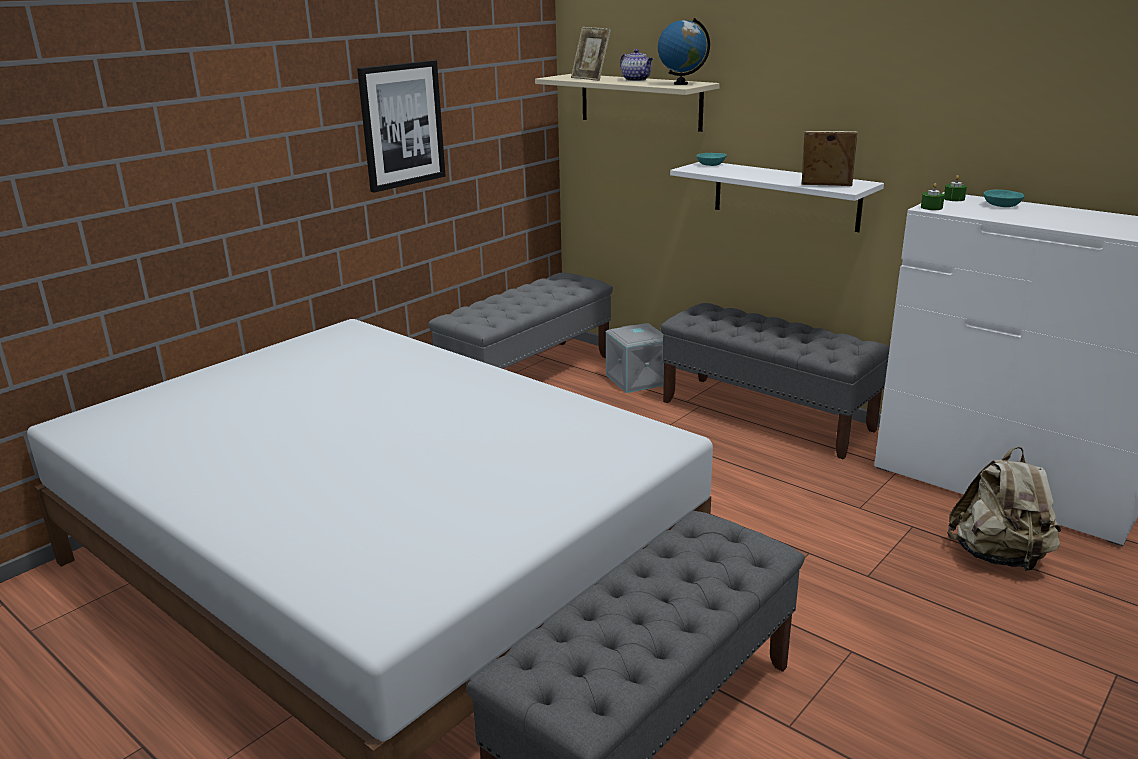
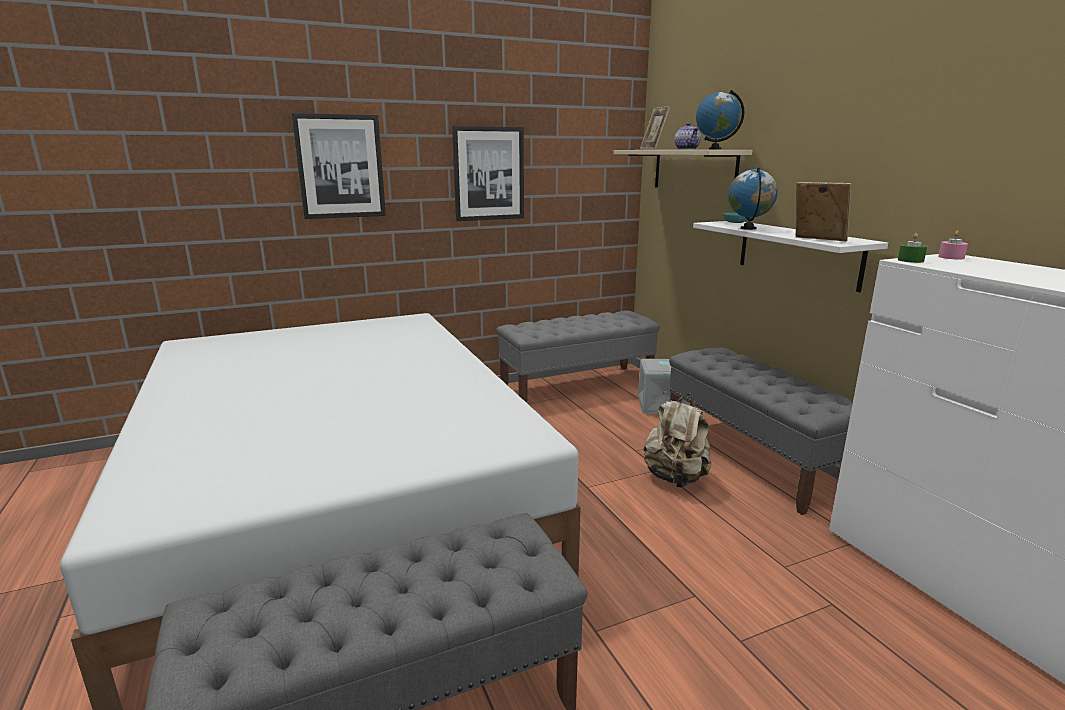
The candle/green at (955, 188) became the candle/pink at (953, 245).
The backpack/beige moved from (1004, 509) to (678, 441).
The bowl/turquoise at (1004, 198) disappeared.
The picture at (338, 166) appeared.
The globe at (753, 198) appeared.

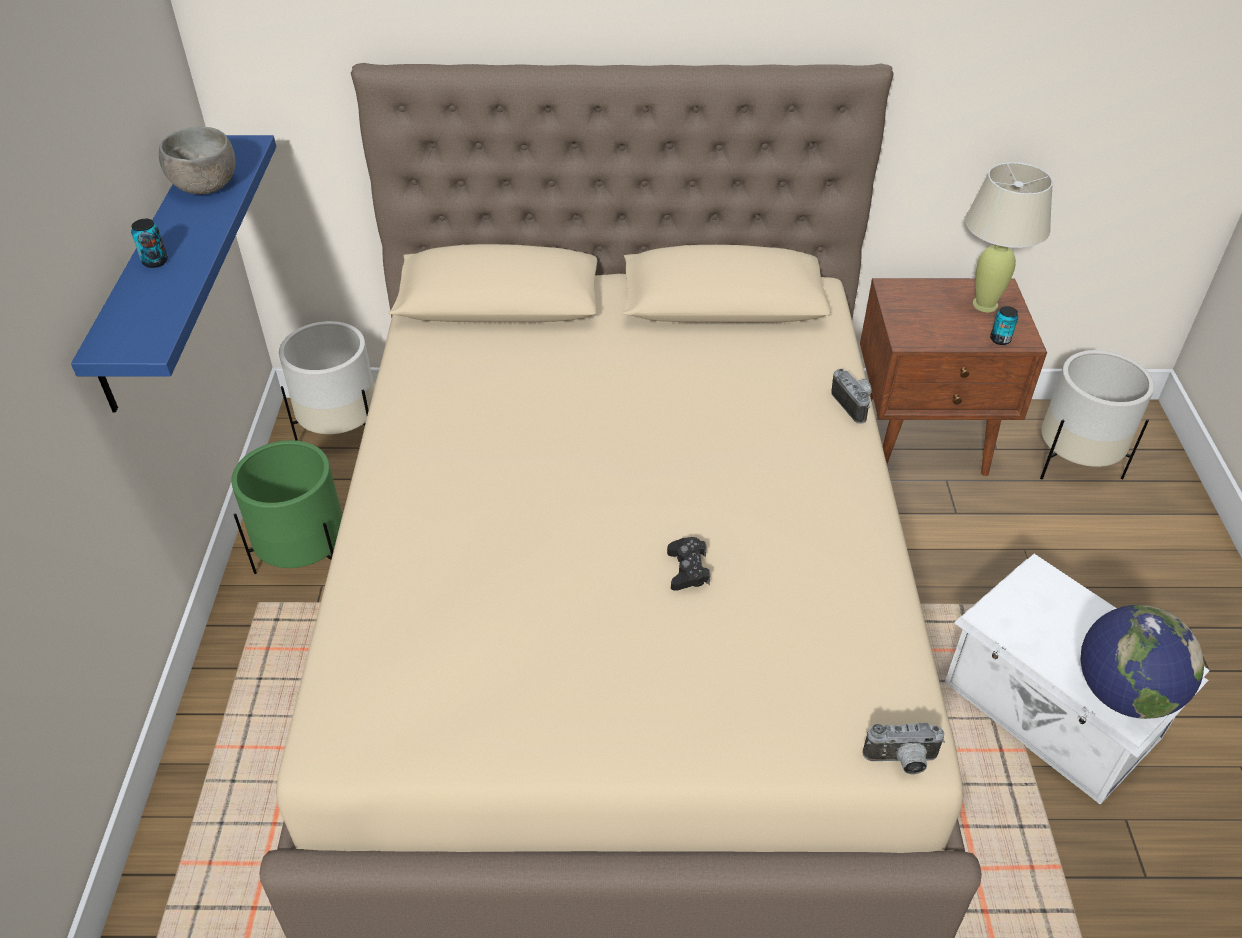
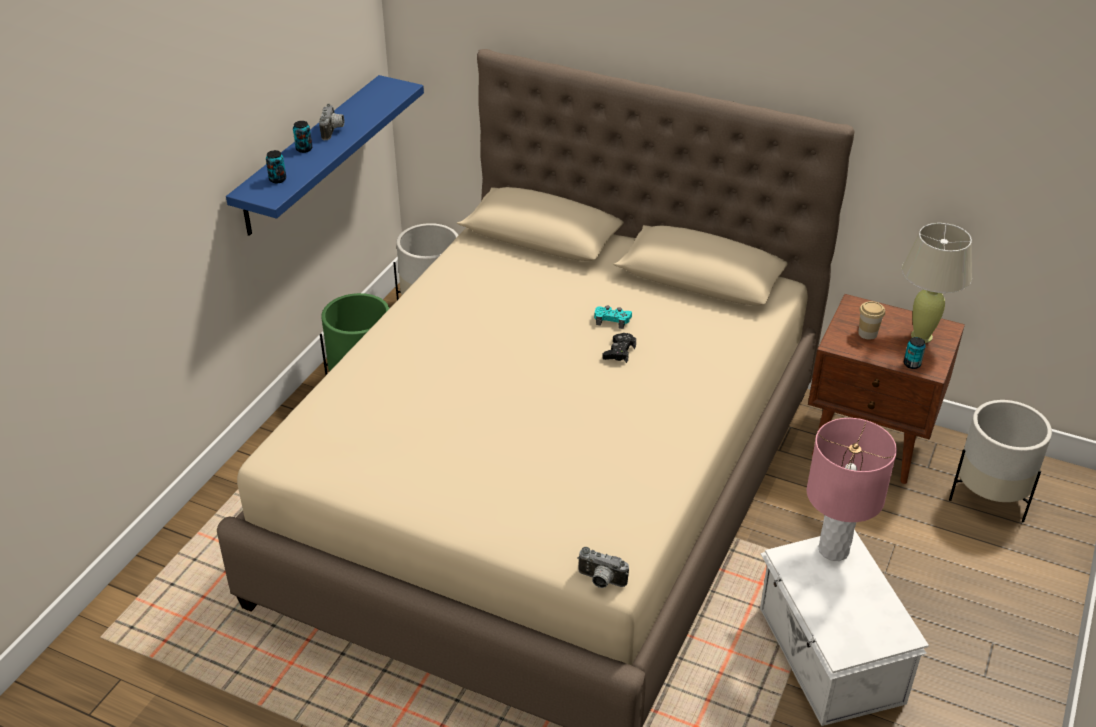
The bowl/grey at (197, 160) disappeared.
The game controller/black moved from (688, 564) to (619, 348).
The photo camera moved from (851, 396) to (331, 122).
The globe at (1142, 662) disappeared.
The can at (276, 166) appeared.
The game controller/turquoise at (613, 317) appeared.
The table lamp/pink at (851, 489) appeared.
The cup at (871, 320) appeared.

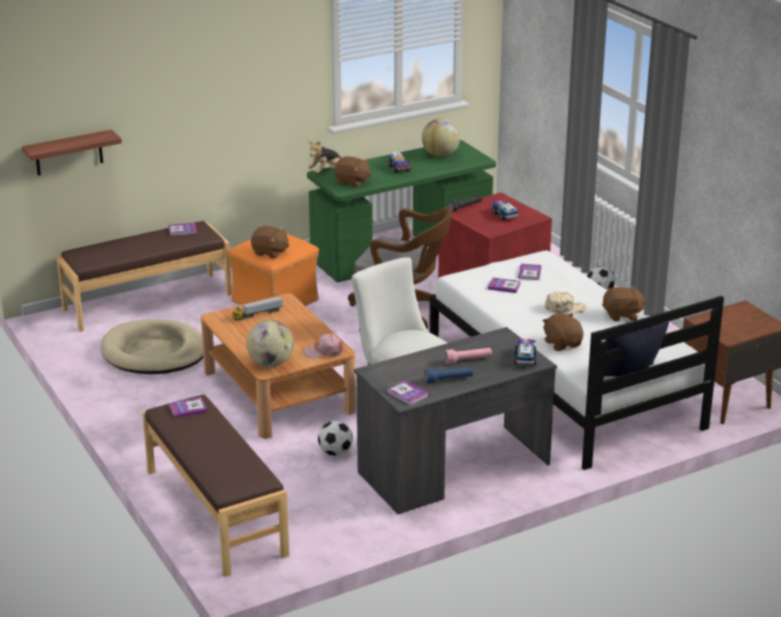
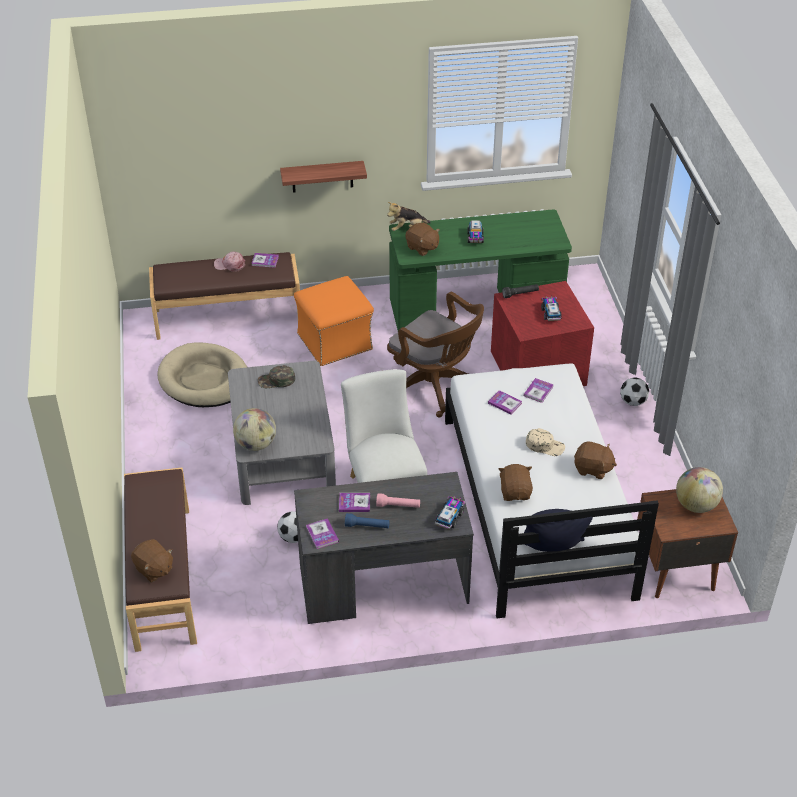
The shelf moved from (72, 153) to (323, 177).
The book moved from (188, 407) to (354, 502).
The coffee table/brown at (278, 366) became the coffee table/grey at (282, 433).
The toy truck at (258, 308) was replaced by the cap/green at (276, 376).
The plush toy/brown moved from (270, 242) to (152, 561).
The cap/pink moved from (323, 346) to (229, 261).
The globe moved from (441, 137) to (699, 490).

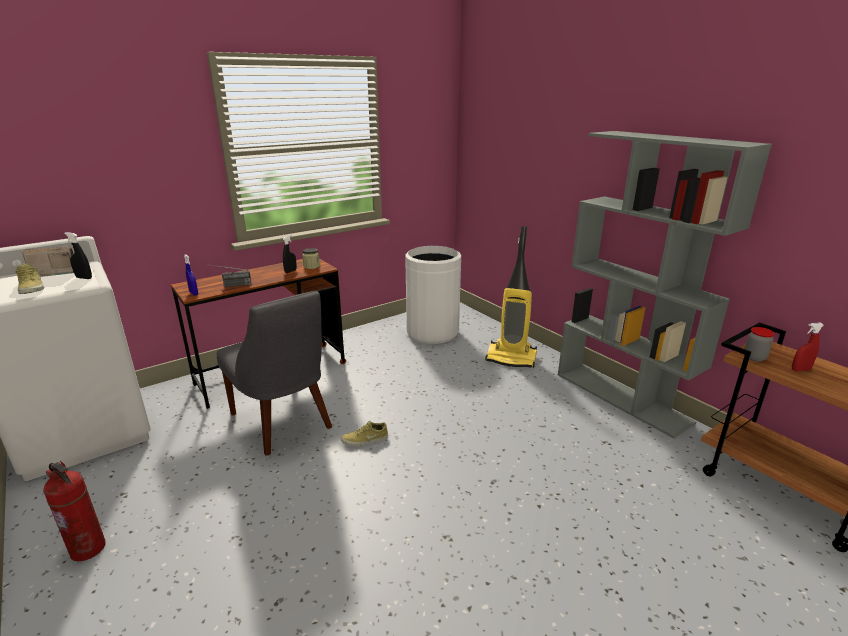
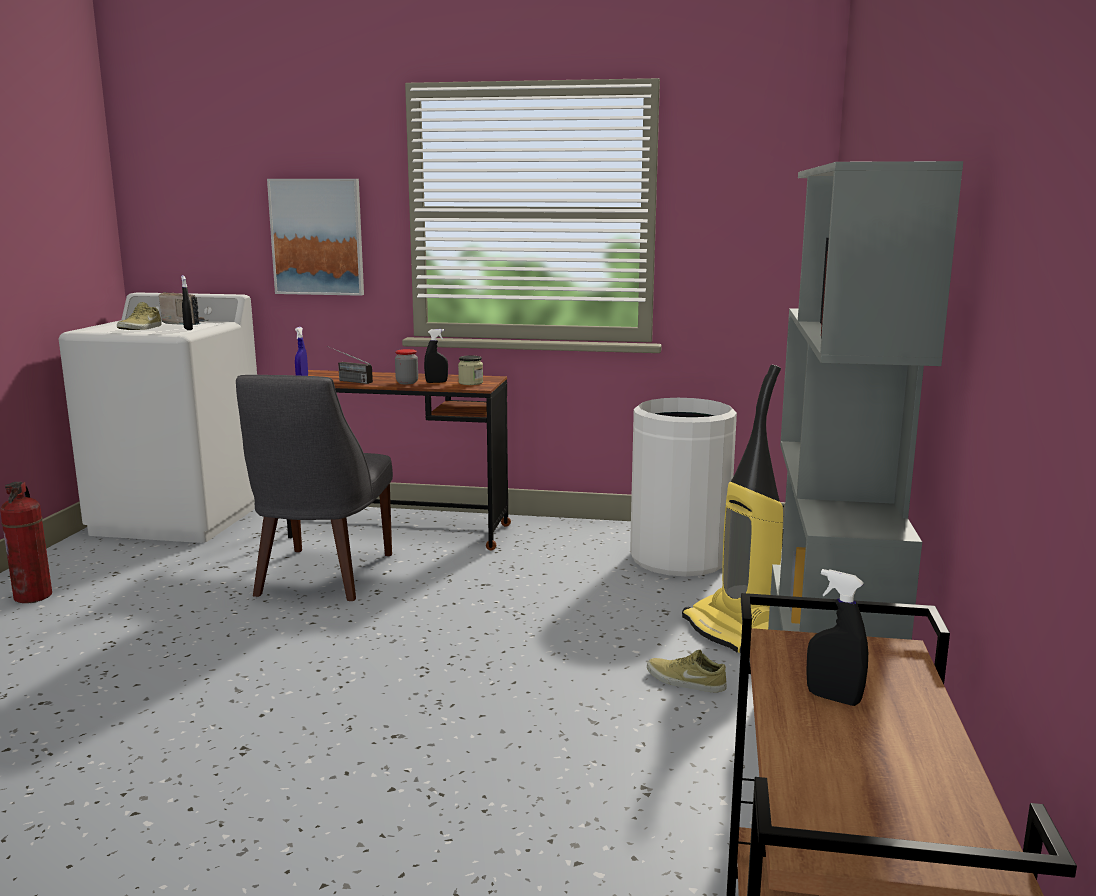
The shoe/beige moved from (364, 433) to (687, 671).
The jar moved from (759, 344) to (406, 366).
The spray bottle/red at (808, 346) became the spray bottle/black at (837, 637).
The picture at (315, 237) appeared.

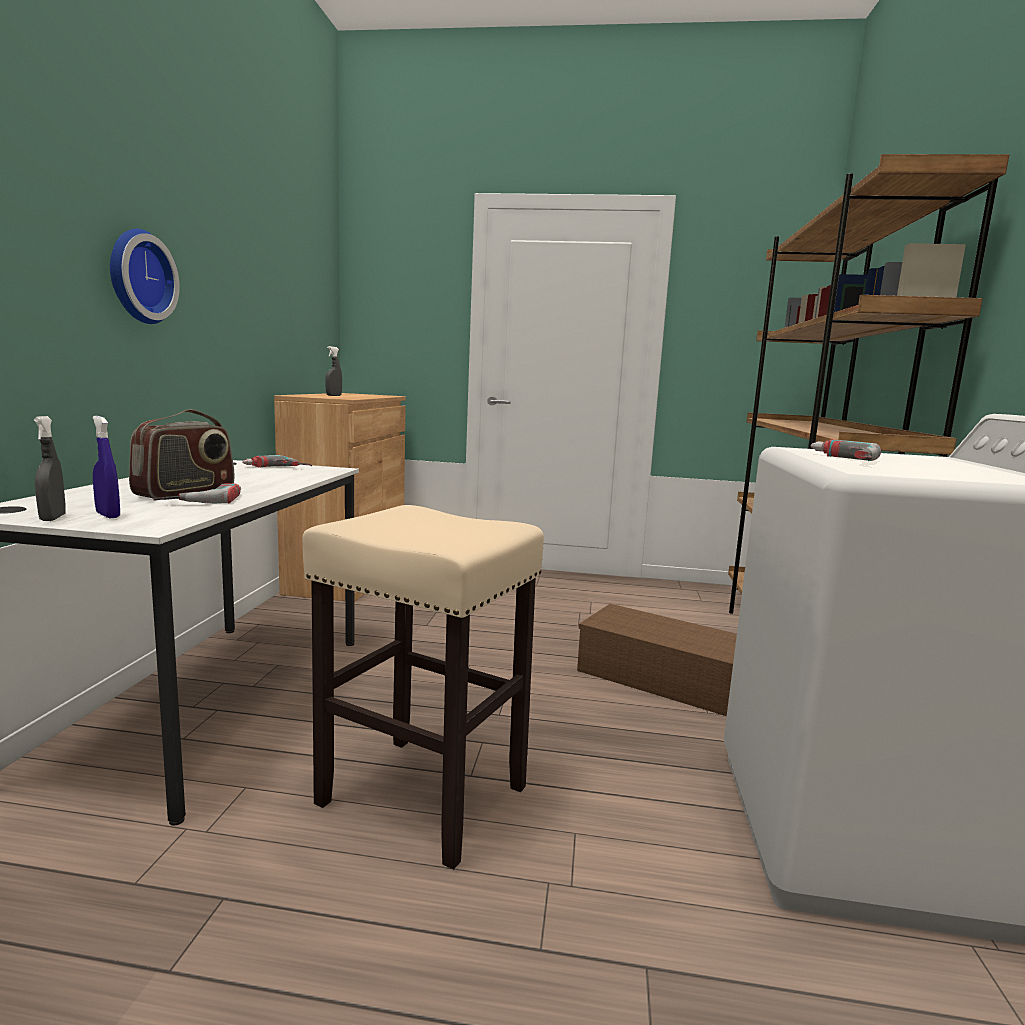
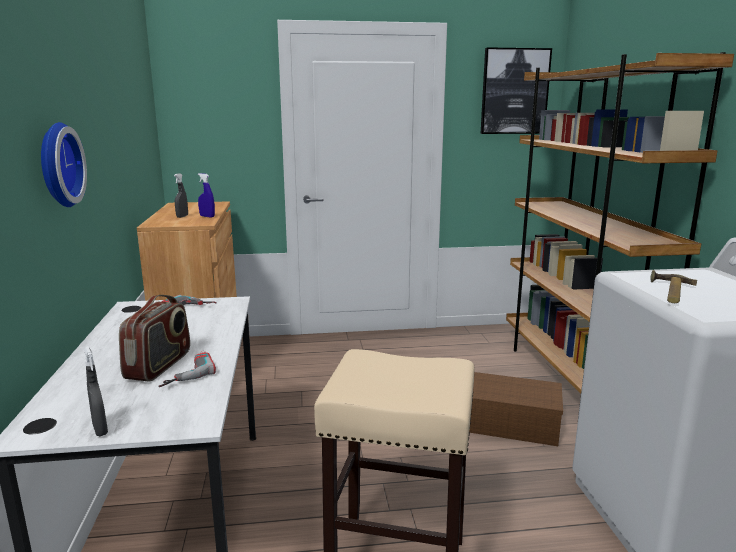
The spray bottle/blue moved from (106, 467) to (206, 195).
The power drill at (846, 450) was replaced by the hammer at (674, 286).
The picture at (516, 90) appeared.

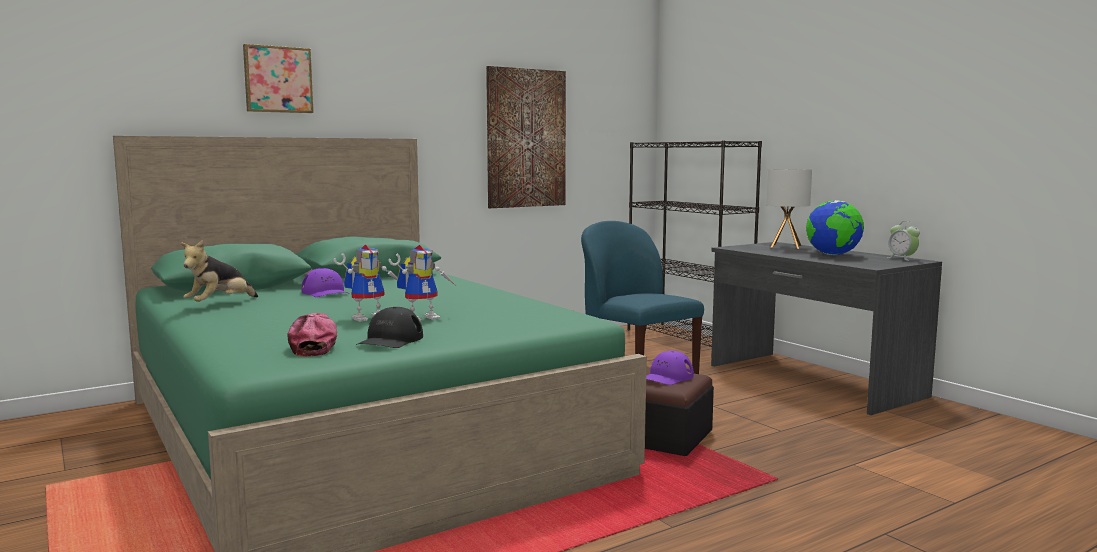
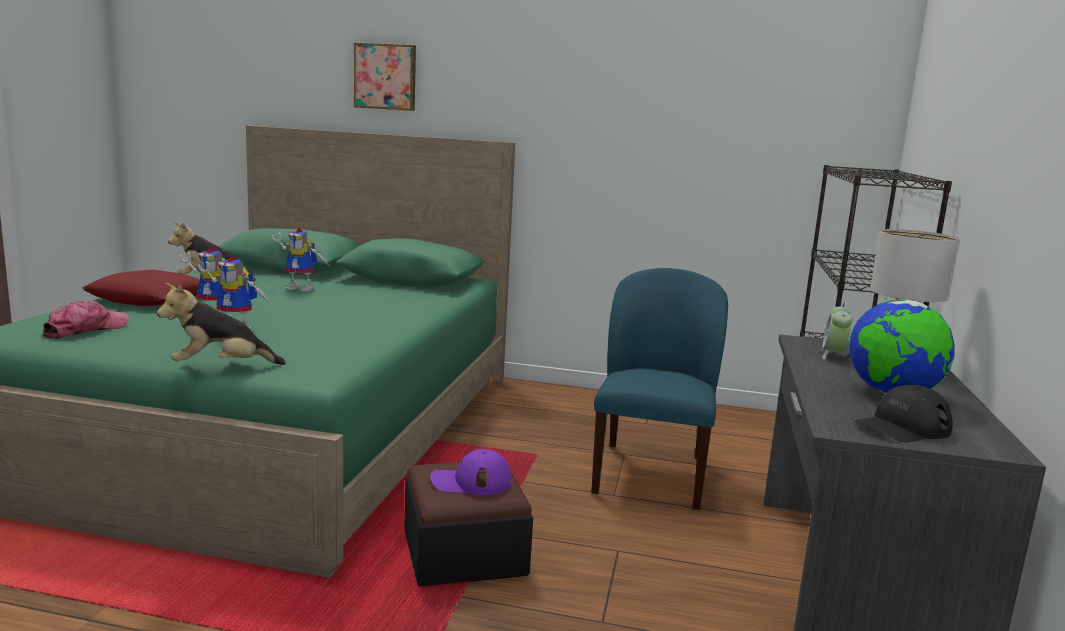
The cap/purple at (325, 282) was replaced by the toy robot at (301, 260).
The cap/black moved from (389, 327) to (903, 413).
The picture at (526, 137) disappeared.
The alarm clock moved from (903, 241) to (836, 331).
The pillow/red at (141, 287) appeared.
The plush toy at (221, 324) appeared.

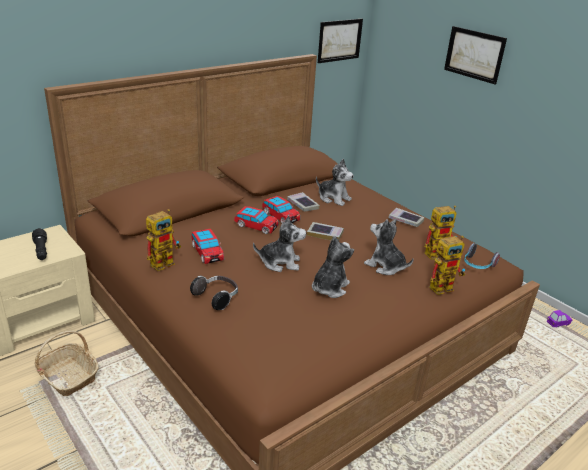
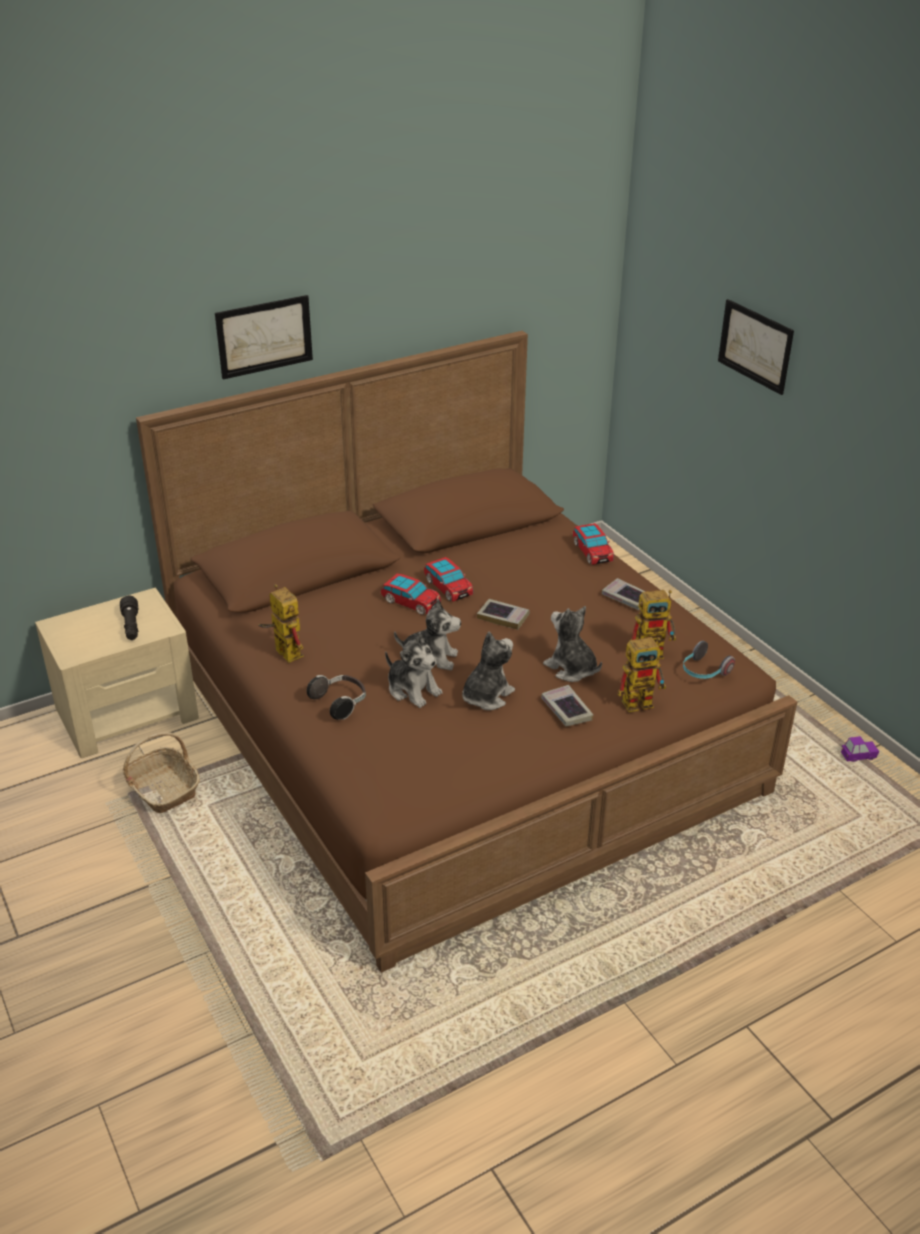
The toy robot at (163, 240) turned 90 degrees counterclockwise.
The toy car moved from (207, 246) to (593, 544).
The book moved from (303, 202) to (567, 705).
The plush toy moved from (335, 182) to (413, 669).
The picture moved from (340, 41) to (264, 337).

